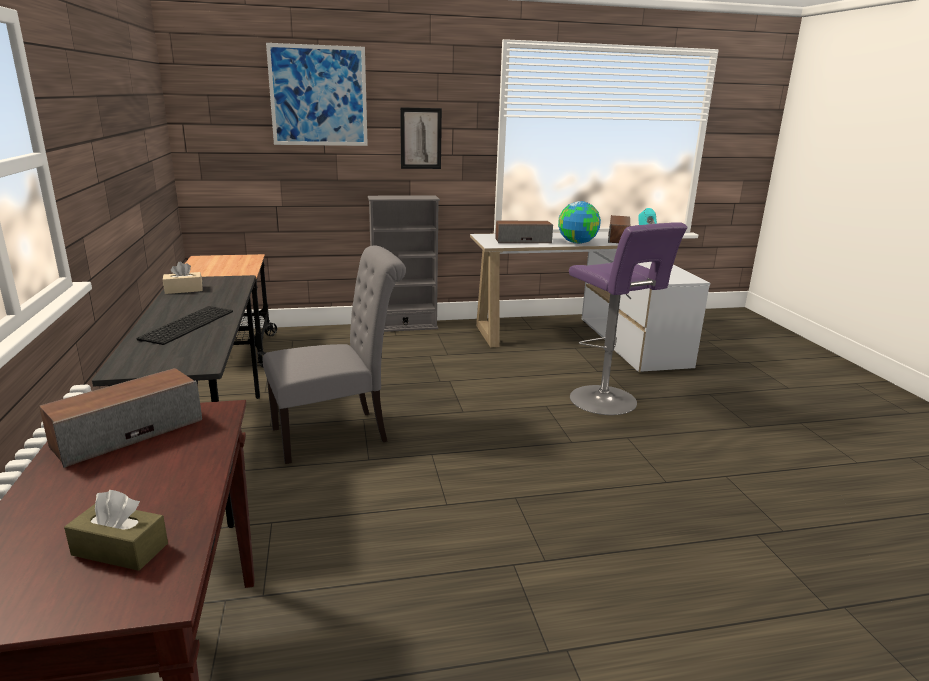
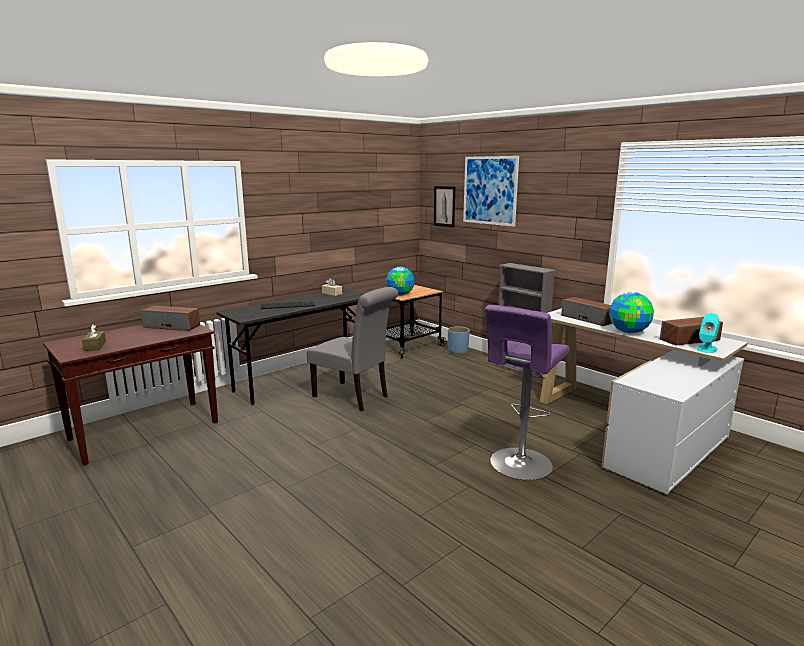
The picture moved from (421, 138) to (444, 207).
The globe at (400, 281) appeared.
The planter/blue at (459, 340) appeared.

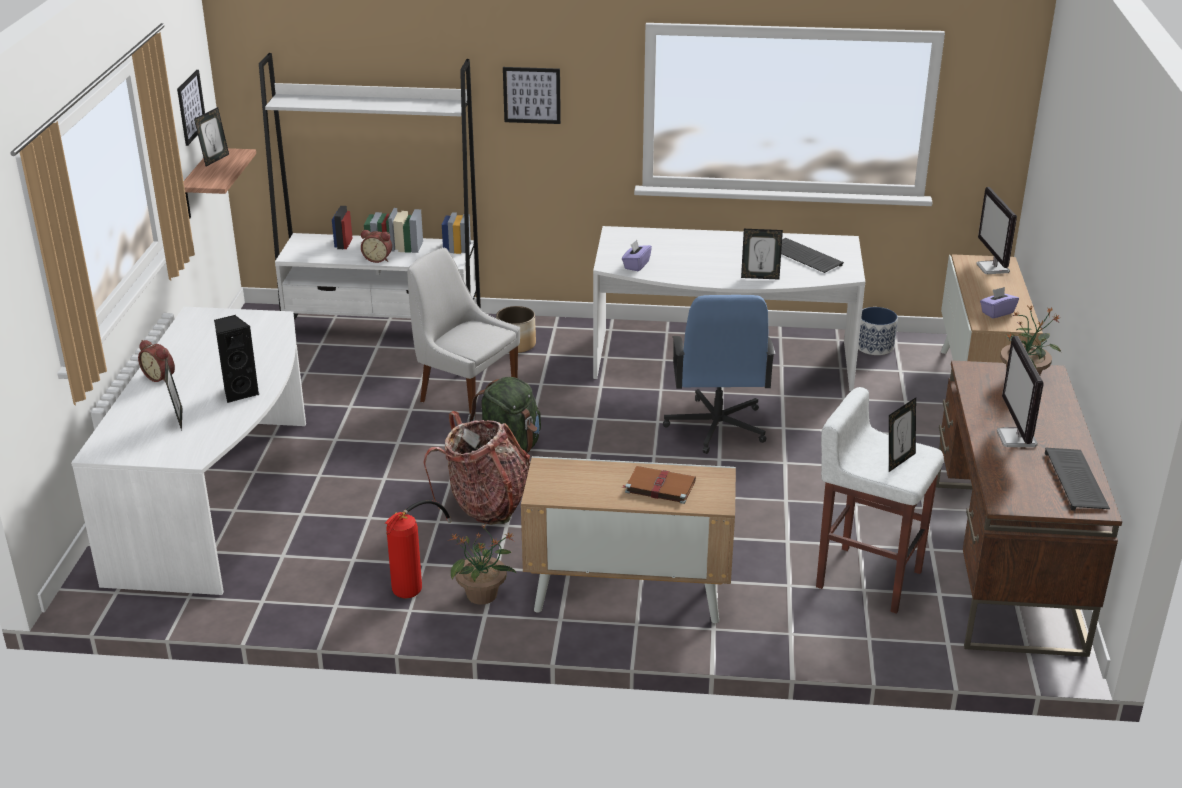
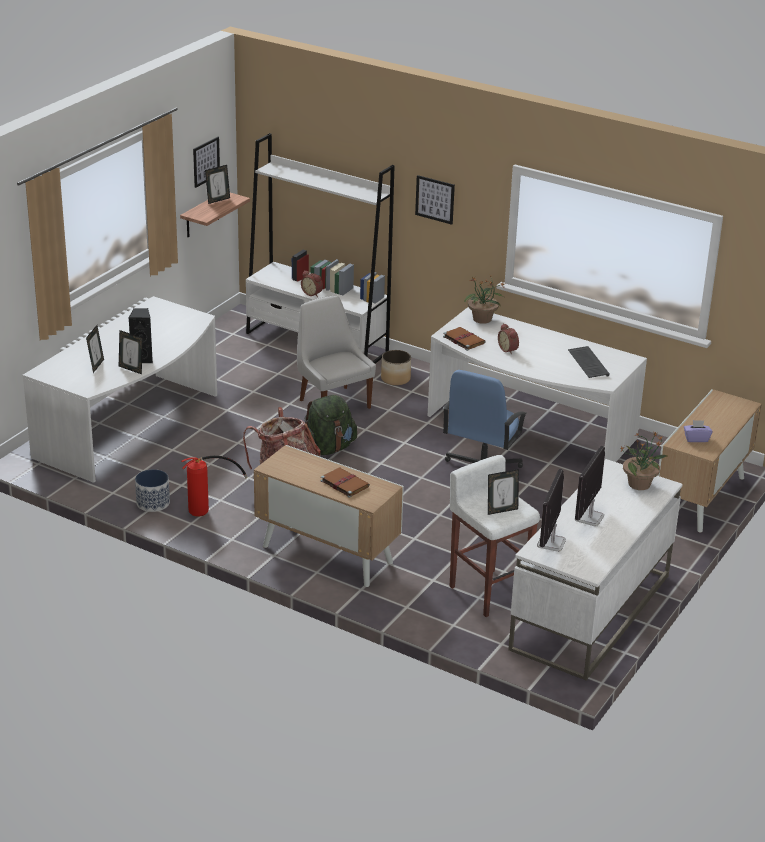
The alarm clock moved from (156, 361) to (508, 339).
The potted plant moved from (483, 564) to (484, 300).
The tissue box/purple at (637, 255) was replaced by the book/brown at (464, 339).
The picture frame moved from (762, 254) to (131, 352).
The planter moved from (878, 331) to (152, 490).
The desk/brown at (1029, 509) became the desk/white at (595, 570).
The monitor moved from (997, 230) to (551, 510).
The keyboard at (1077, 479) disappeared.

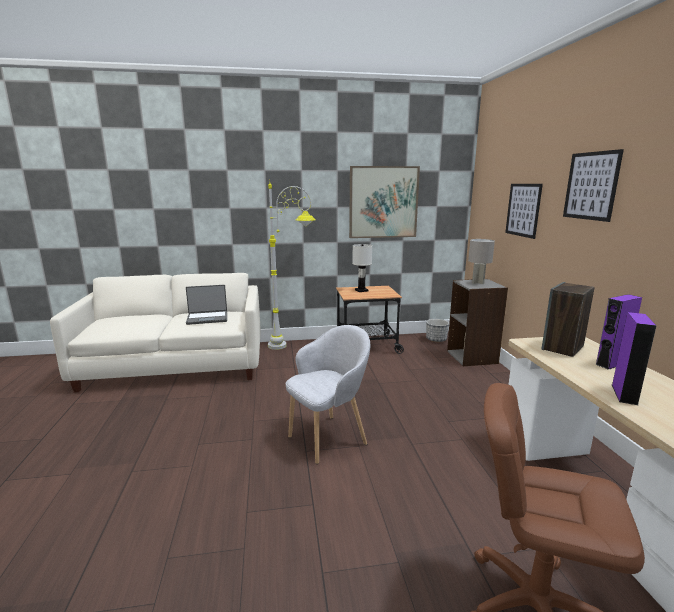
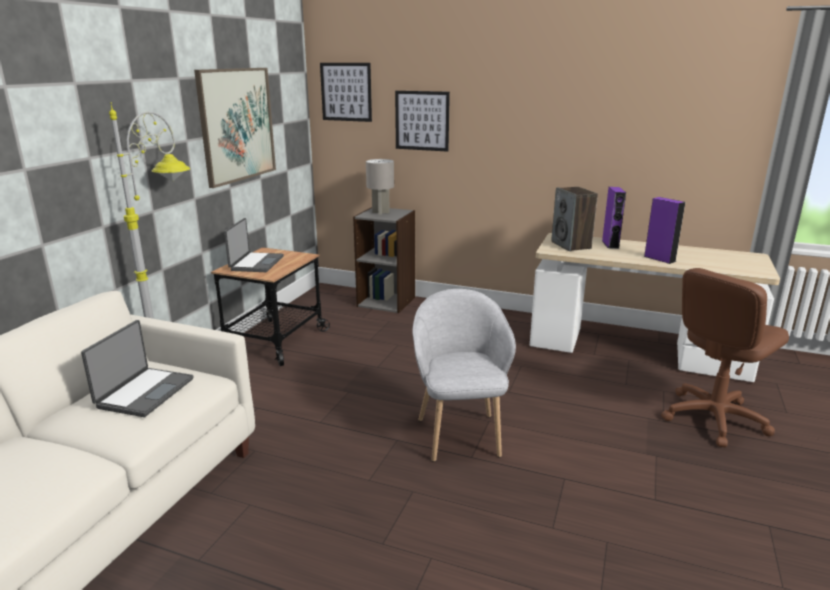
The table lamp/white at (362, 268) was replaced by the laptop at (254, 245).
The planter at (437, 330) disappeared.
The picture moved from (593, 185) to (346, 92).

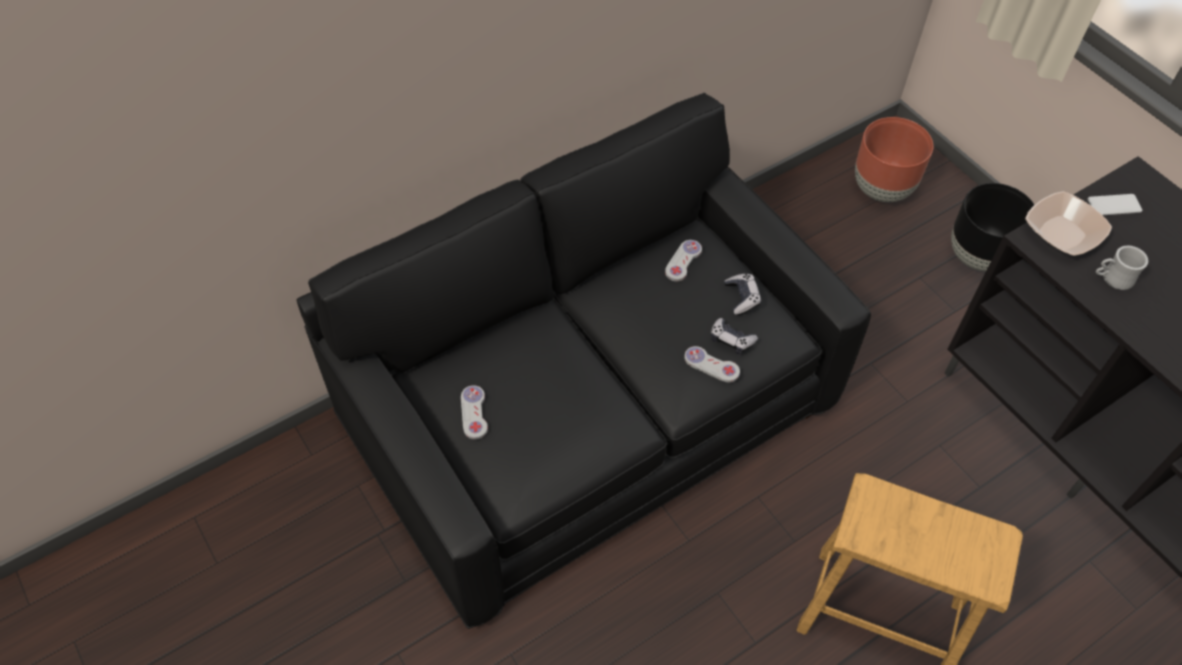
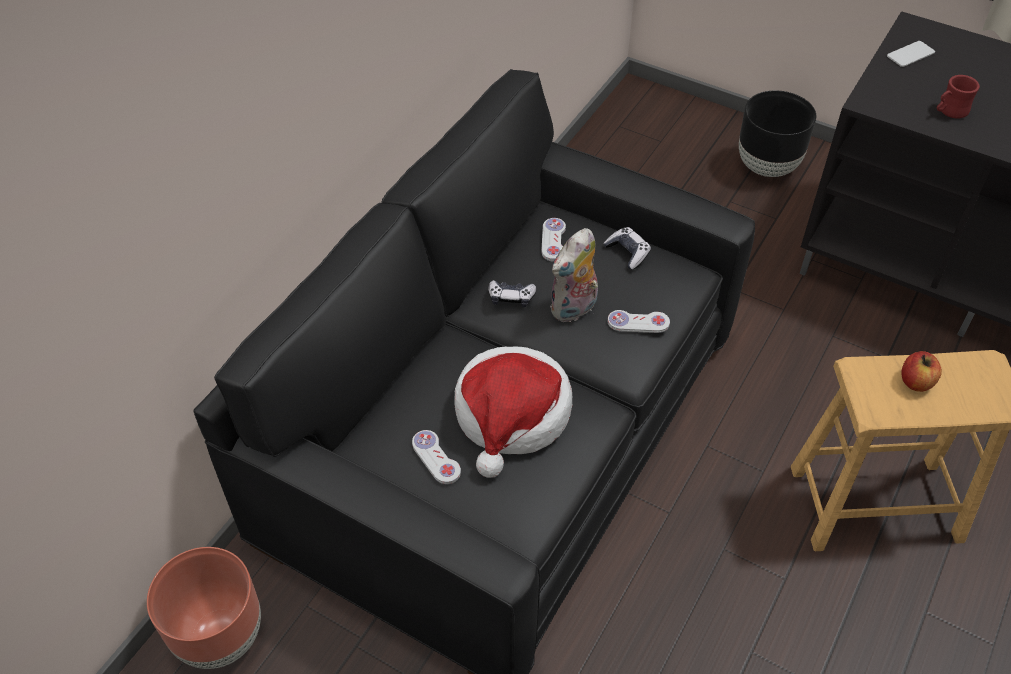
The game controller moved from (734, 336) to (512, 293).
The planter/brown moved from (894, 159) to (204, 608).
The bowl at (1068, 223) disappeared.
The mug/white at (1122, 268) became the mug/red at (958, 97).
The hat at (513, 412) appeared.
The plush toy at (574, 275) appeared.
The apple at (921, 371) appeared.

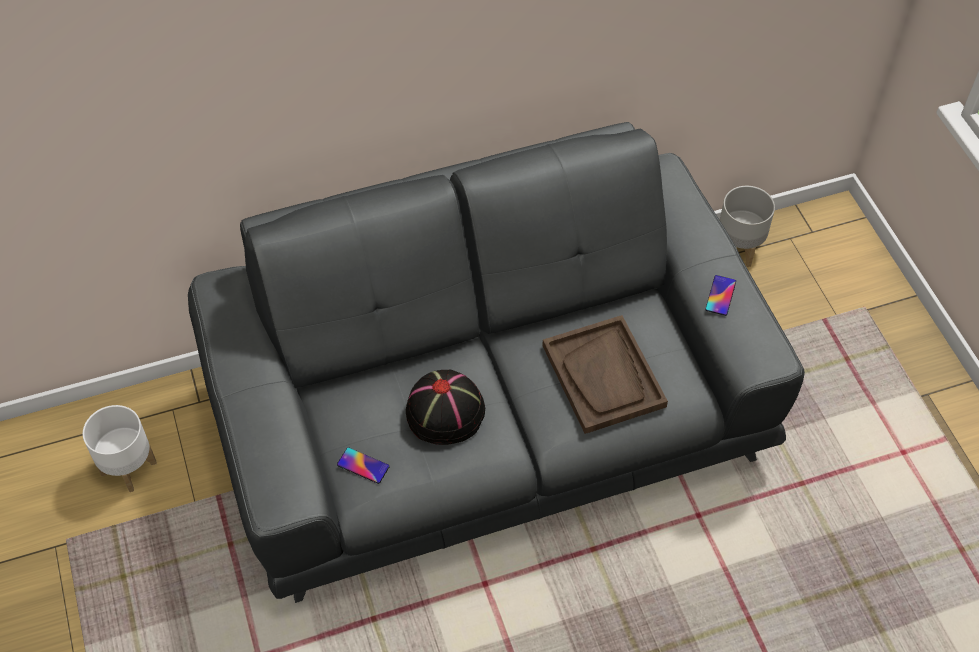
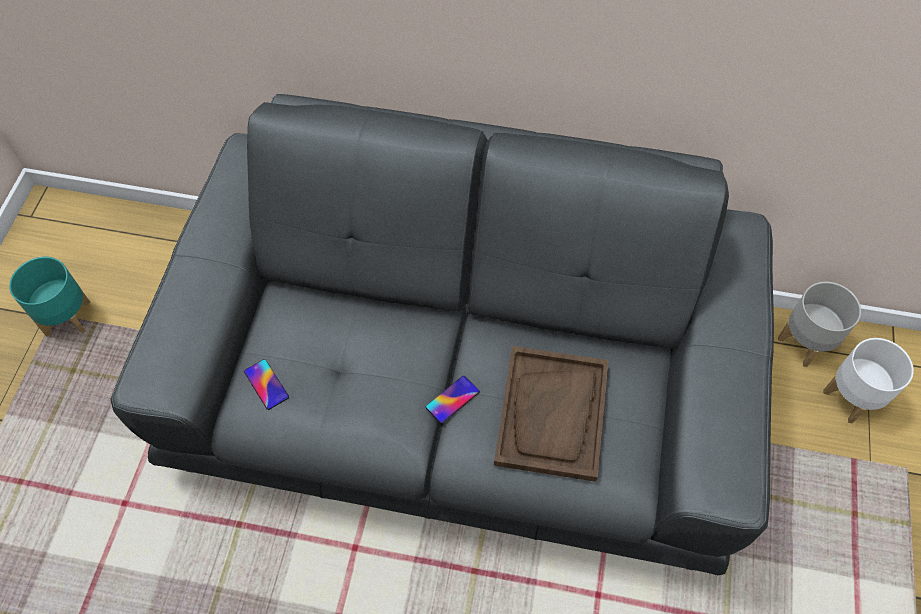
The planter/white moved from (120, 448) to (868, 381).
The hat/black at (445, 407) disappeared.
The phone moved from (720, 295) to (453, 400).
The planter/turquoise at (49, 297) appeared.

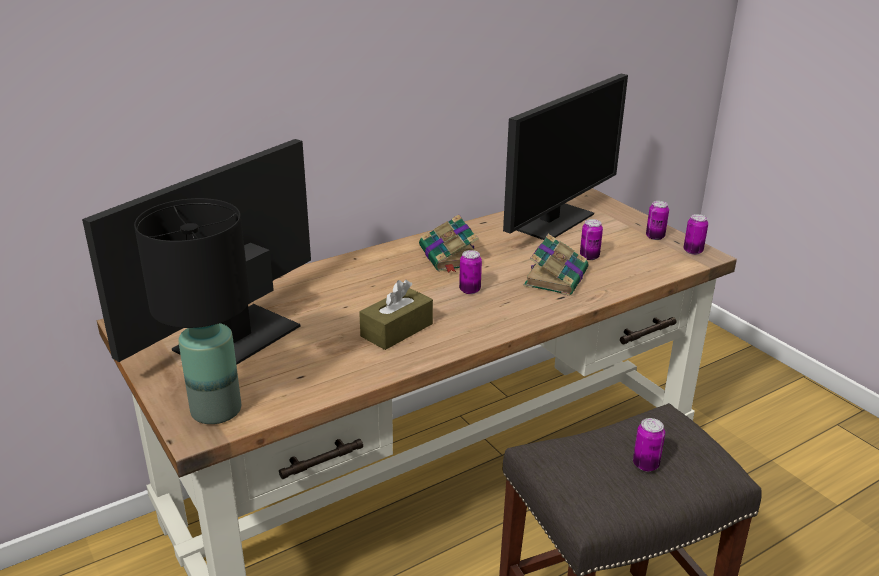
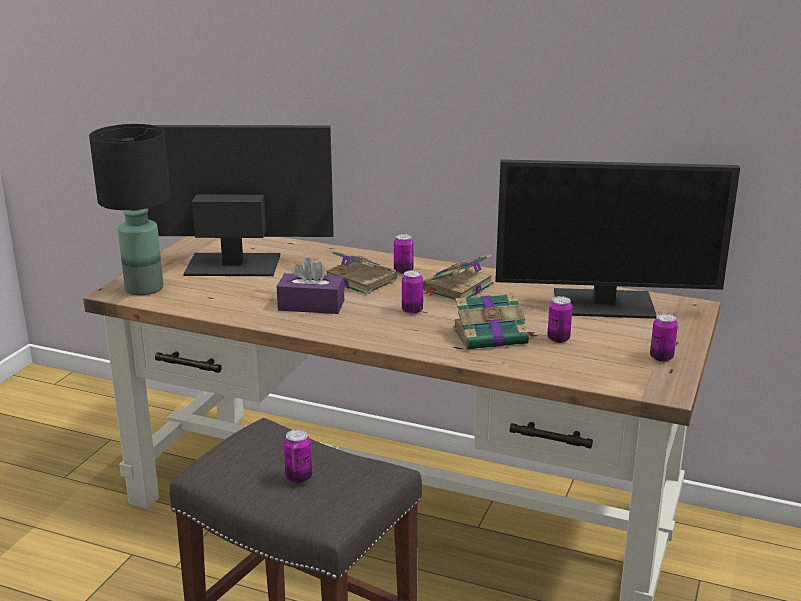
The tissue box/brown at (396, 315) became the tissue box/purple at (310, 286).
The can moved from (696, 234) to (404, 254).
The book at (361, 272) appeared.

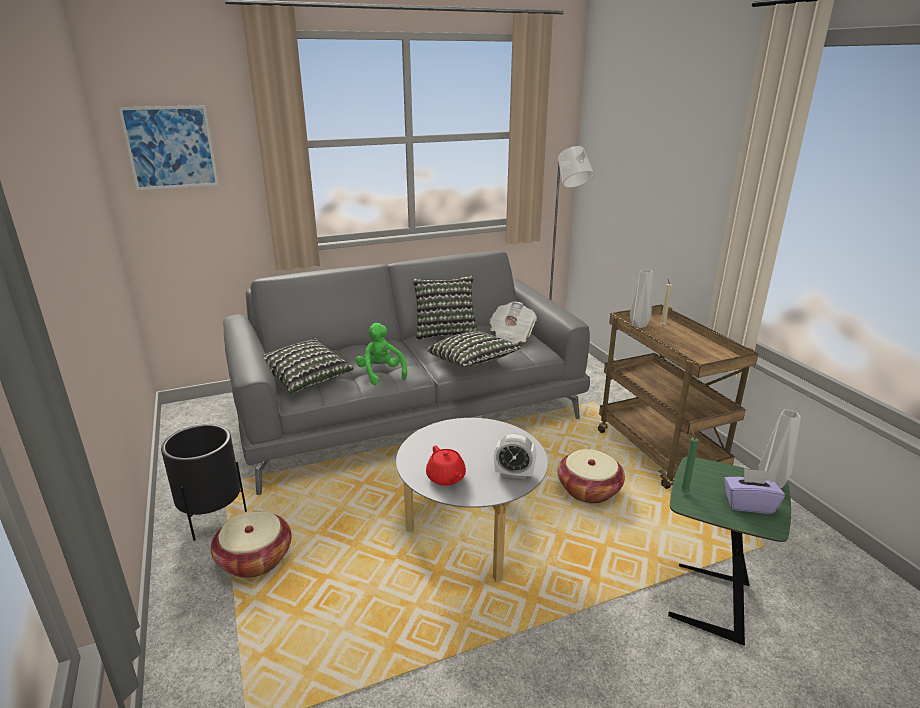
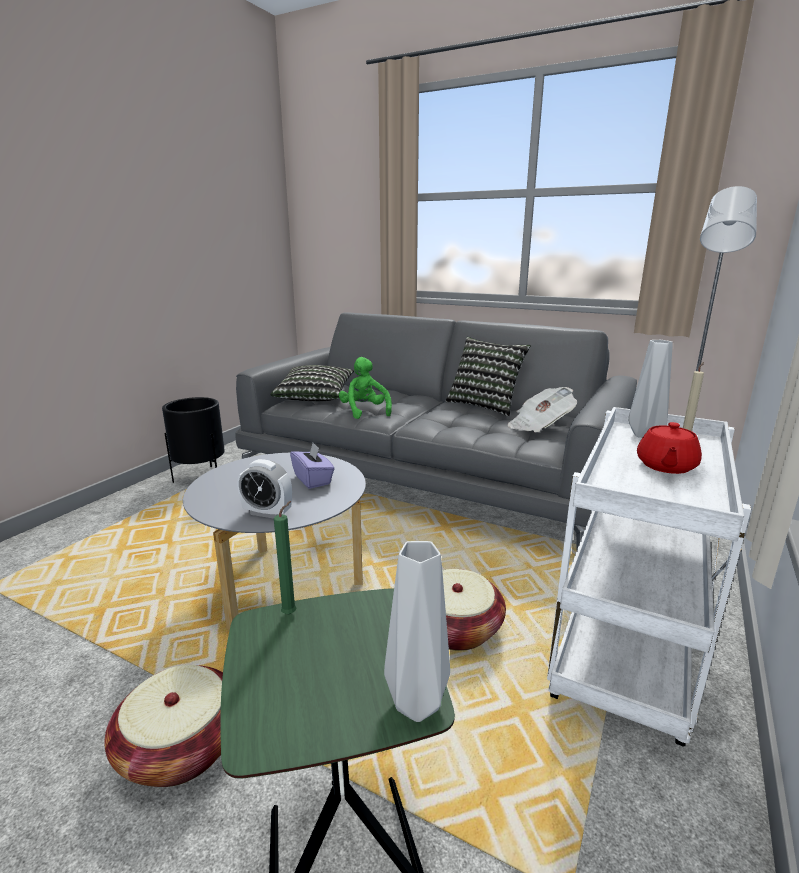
The picture at (168, 147) disappeared.
The basket moved from (251, 544) to (163, 726).
The plush toy/green at (381, 354) turned 45 degrees counterclockwise.
The teapot/red moved from (446, 466) to (669, 448).
The pillow at (474, 349) disappeared.
The alarm clock at (515, 456) turned 45 degrees counterclockwise.
The cart/brown at (678, 397) became the cart/white at (649, 577).
The tissue box/purple moved from (754, 491) to (312, 466).

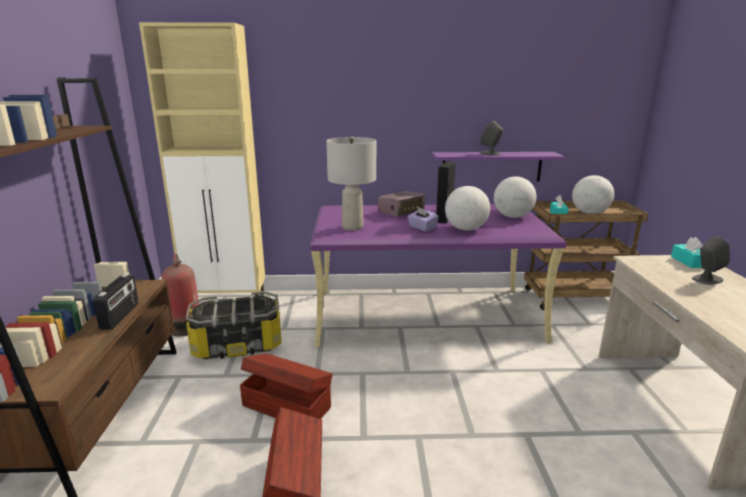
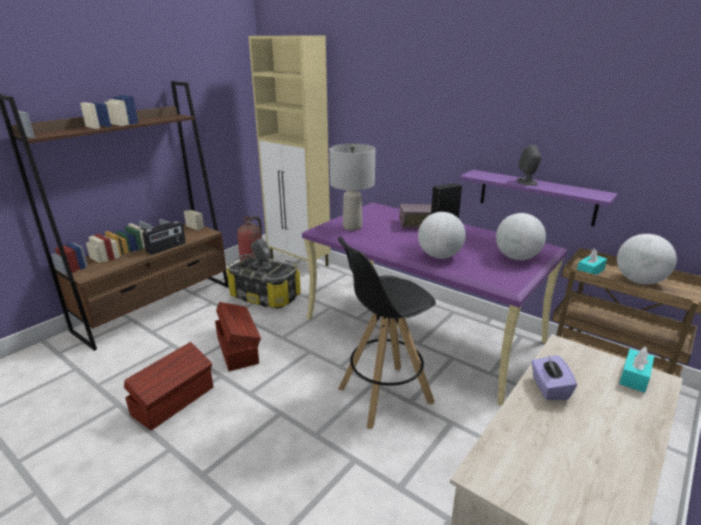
The tissue box/purple moved from (423, 219) to (554, 377).
The speaker/grey moved from (711, 260) to (261, 254).
The stool/black at (387, 333) appeared.

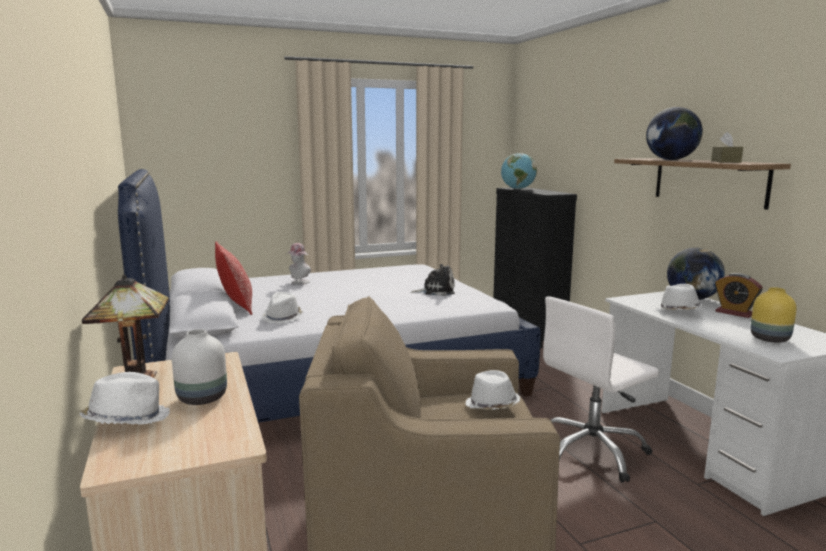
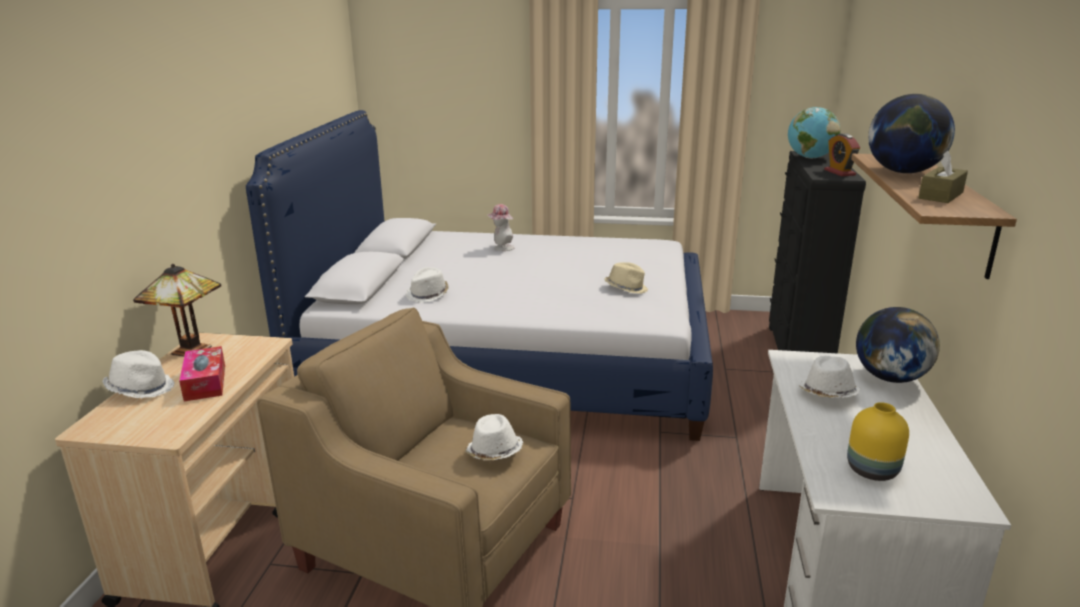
The vase/white at (199, 367) was replaced by the tissue box at (202, 373).
The pillow at (234, 278) disappeared.
The plush toy at (433, 280) was replaced by the hat/beige at (626, 278).
The office chair/white at (601, 389) disappeared.
The alarm clock moved from (739, 295) to (842, 154).

